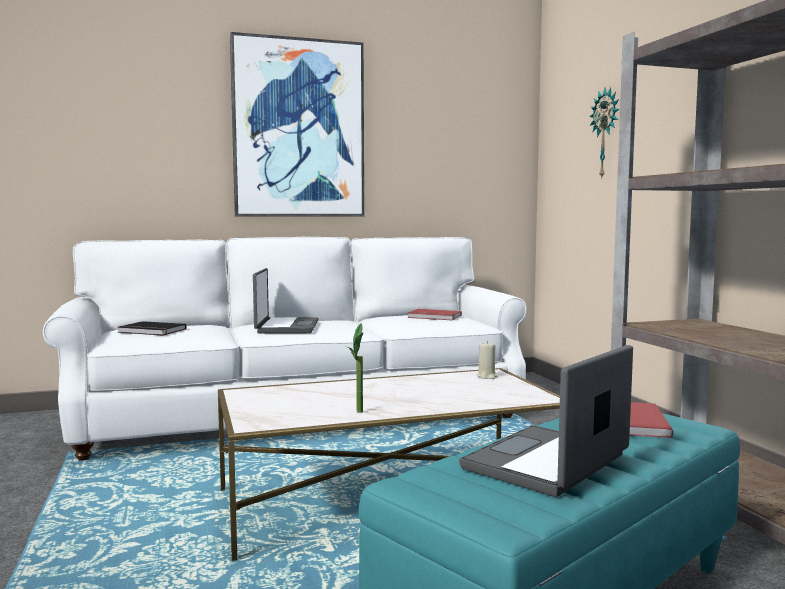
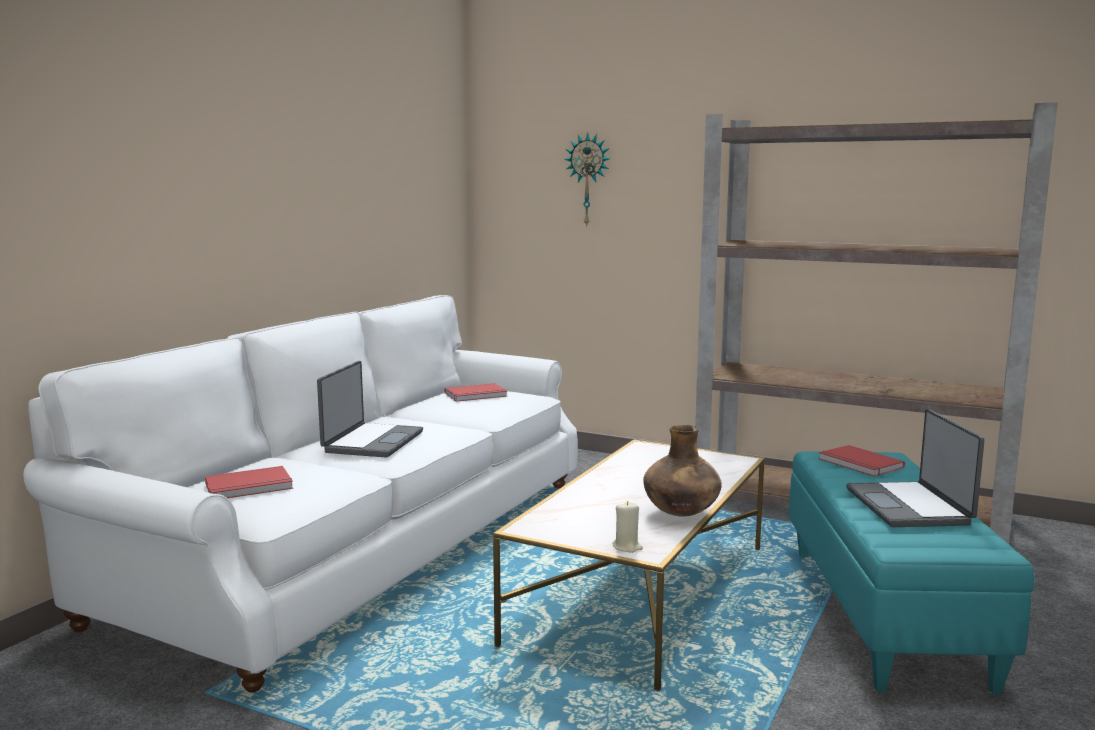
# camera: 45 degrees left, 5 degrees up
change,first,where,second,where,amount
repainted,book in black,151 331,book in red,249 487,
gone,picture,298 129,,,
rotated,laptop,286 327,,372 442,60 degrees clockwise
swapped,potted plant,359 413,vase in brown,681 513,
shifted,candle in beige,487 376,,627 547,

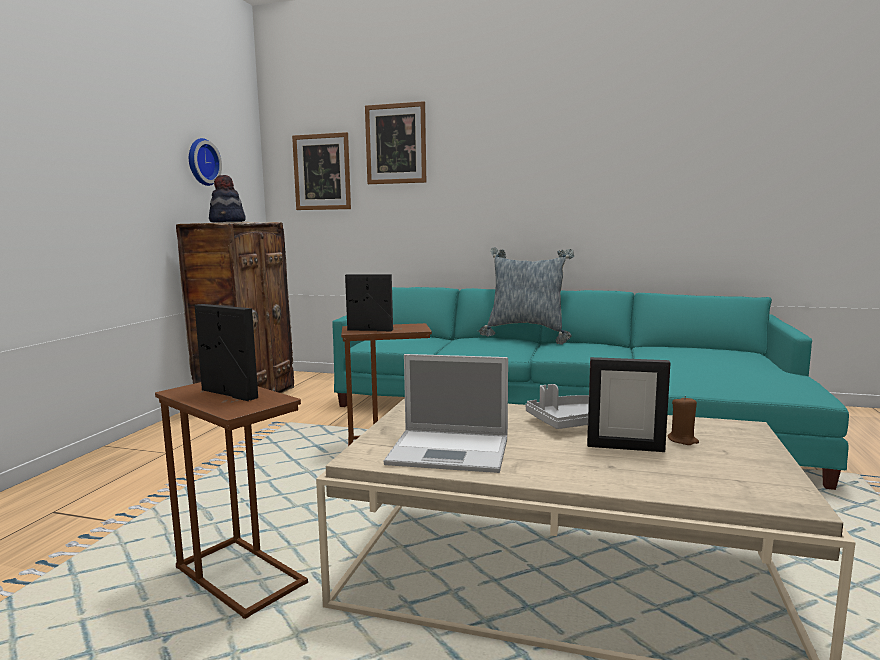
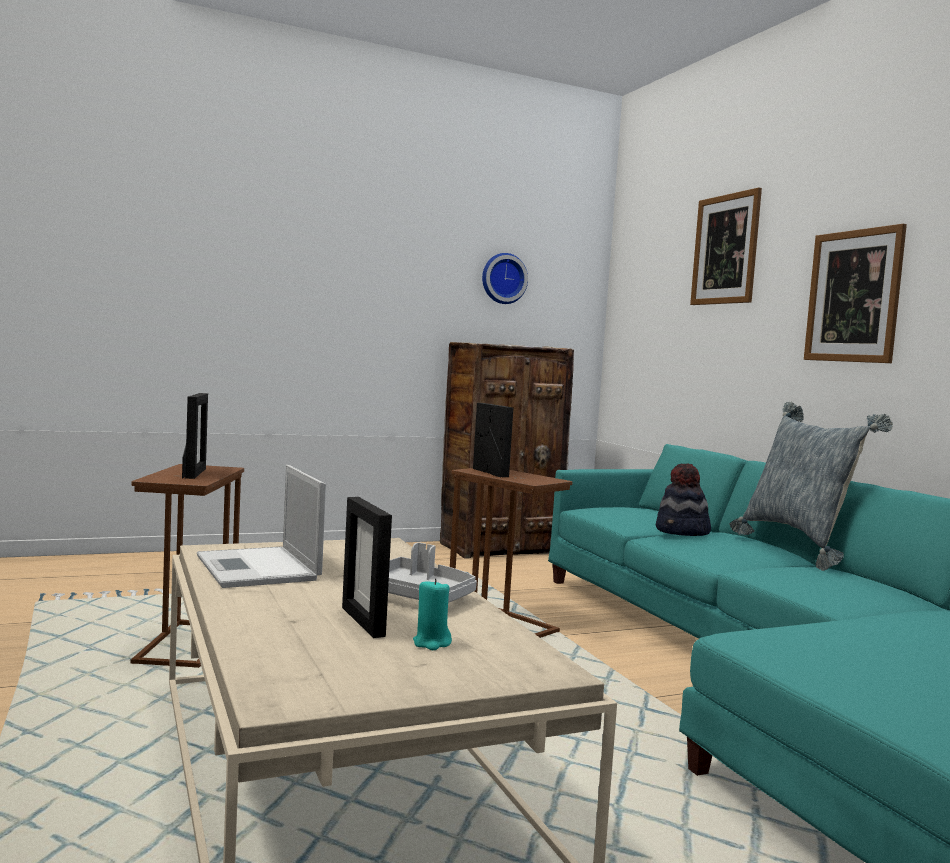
# camera: 50 degrees right, 5 degrees down
change,first,where,second,where,amount
shifted,hat,228 222,,682 532,
shifted,picture,322 172,,853 296,
repainted,candle in brown,682 440,candle in turquoise,431 643,

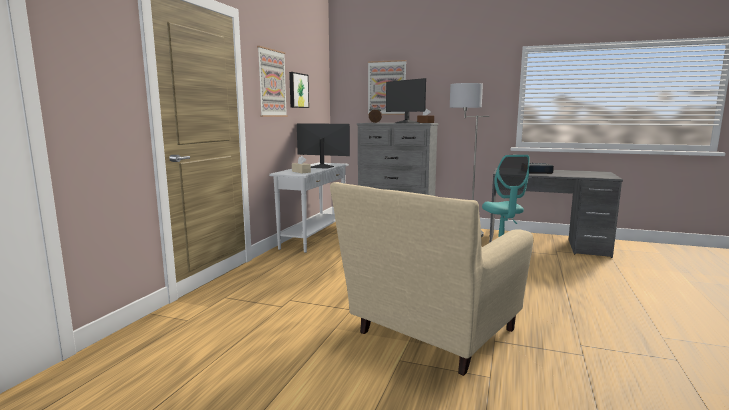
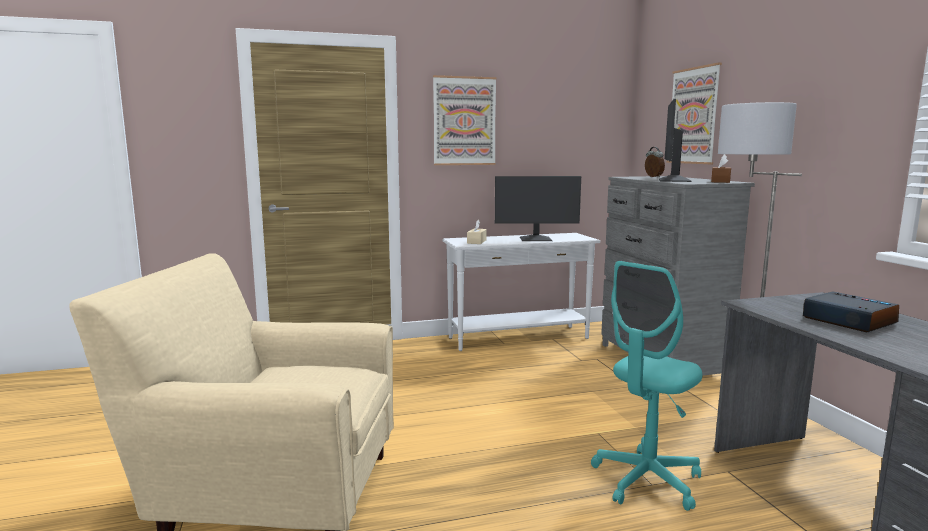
# camera: 55 degrees right, 0 degrees up
change,first,where,second,where,amount
gone,picture,298 90,,,
rotated,monitor,321 167,,536 239,105 degrees clockwise

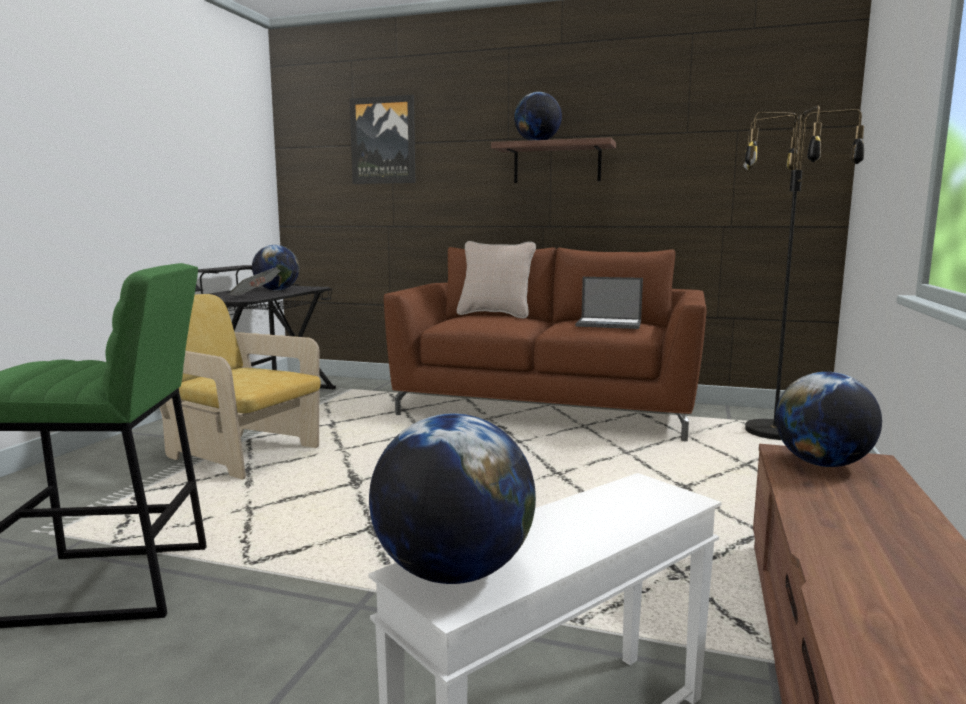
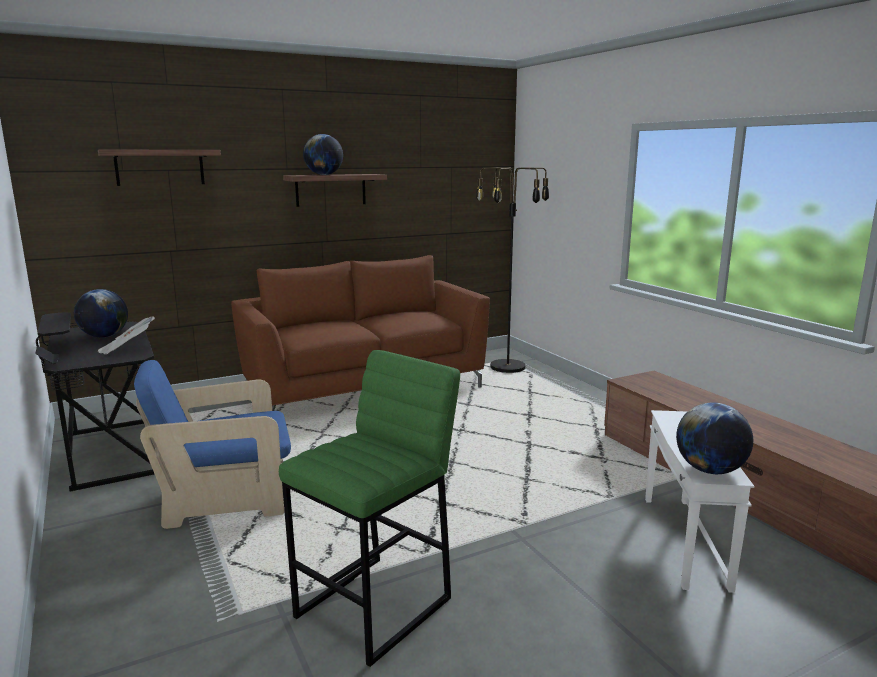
# camera: 45 degrees left, 5 degrees up
change,first,where,second,where,amount
repainted,armchair in yellow,241 454,armchair in blue,226 500,
swapped,picture,383 140,shelf,160 167,
gone,pillow in beige,495 315,,,
gone,laptop,610 324,,,
gone,globe,822 464,,,

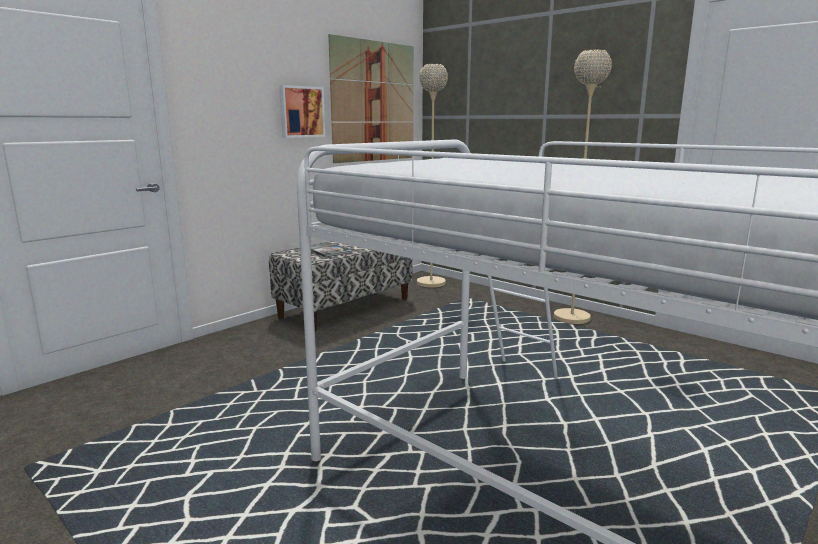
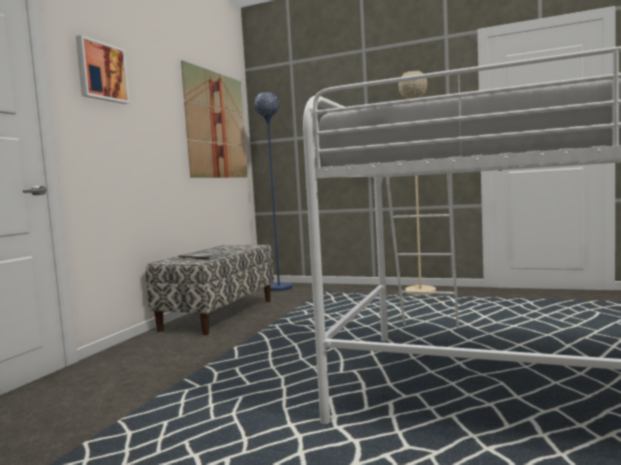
# camera: 20 degrees left, 10 degrees down
change,first,where,second,where,amount
shifted,picture,301 112,,101 72,
repainted,floor lamp in beige,431 283,floor lamp in blue,279 288,

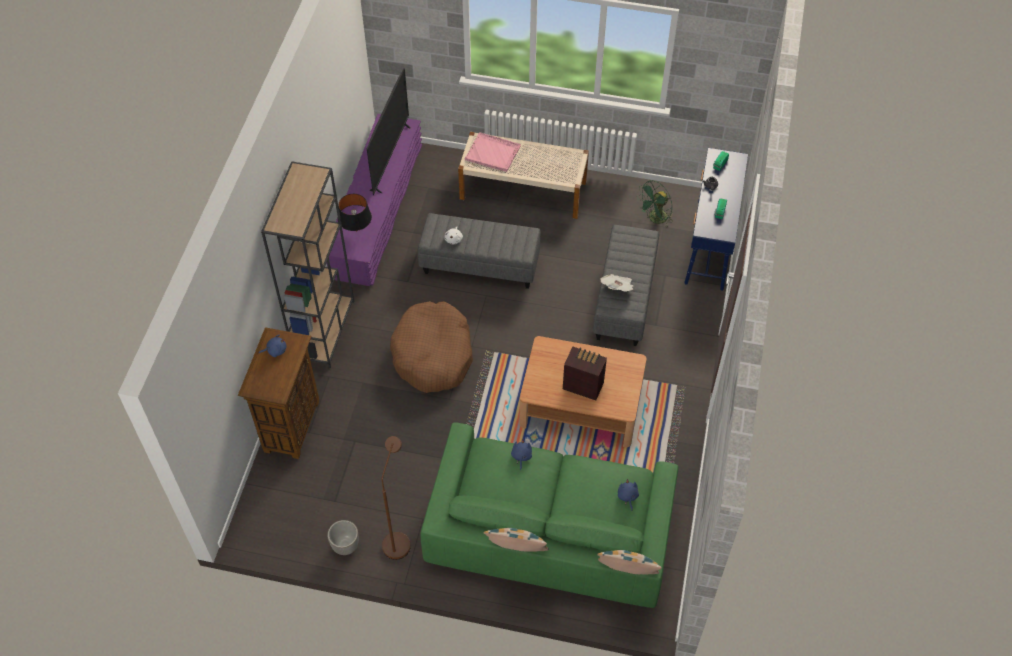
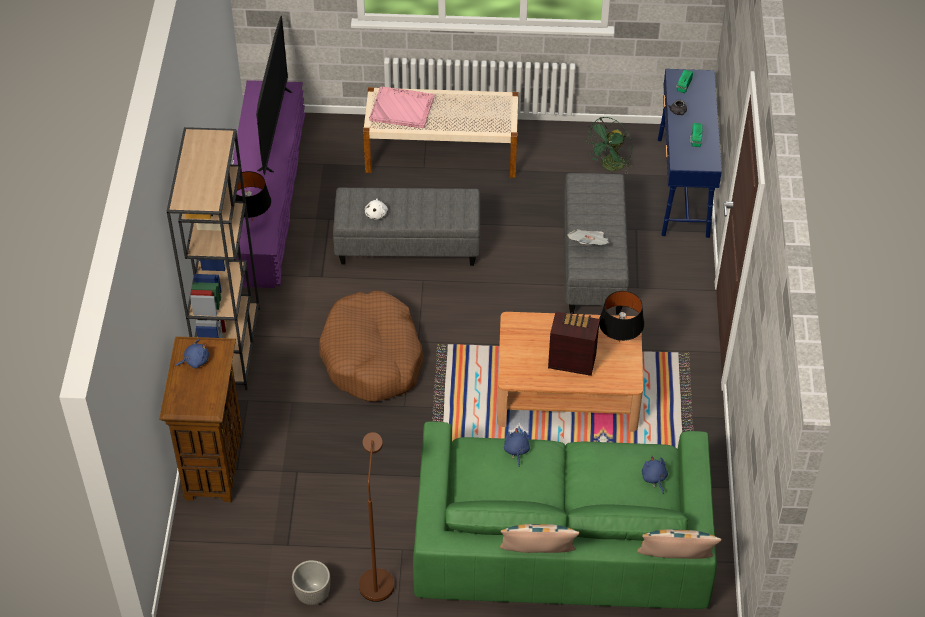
# camera: 10 degrees left, 5 degrees down
change,first,where,second,where,amount
new,,,table lamp in black,619 342,

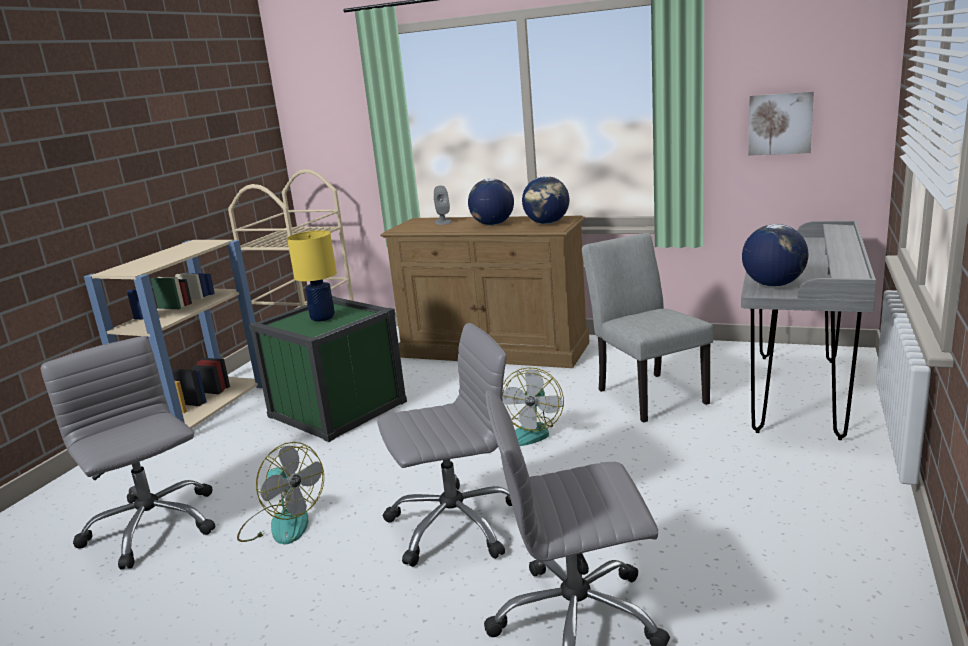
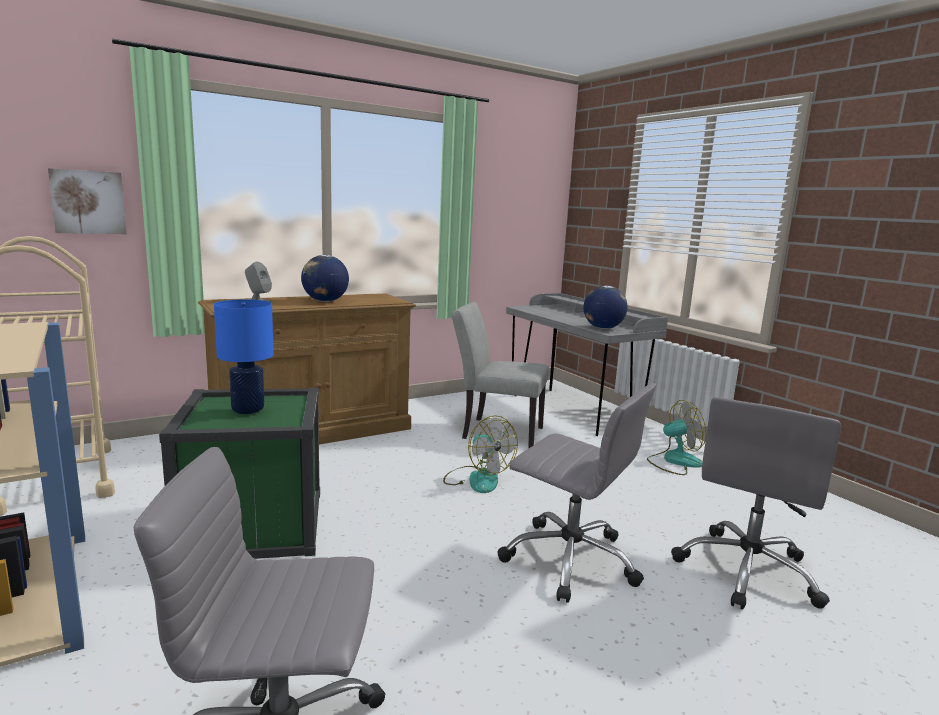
# camera: 55 degrees left, 5 degrees down
change,first,where,second,where,amount
shifted,fan,282 523,,674 461,
repainted,table lamp in yellow,323 319,table lamp in blue,248 411,
rotated,office chair in grey,455 524,,570 560,105 degrees clockwise
gone,globe,547 223,,,
shifted,picture,780 123,,88 202,

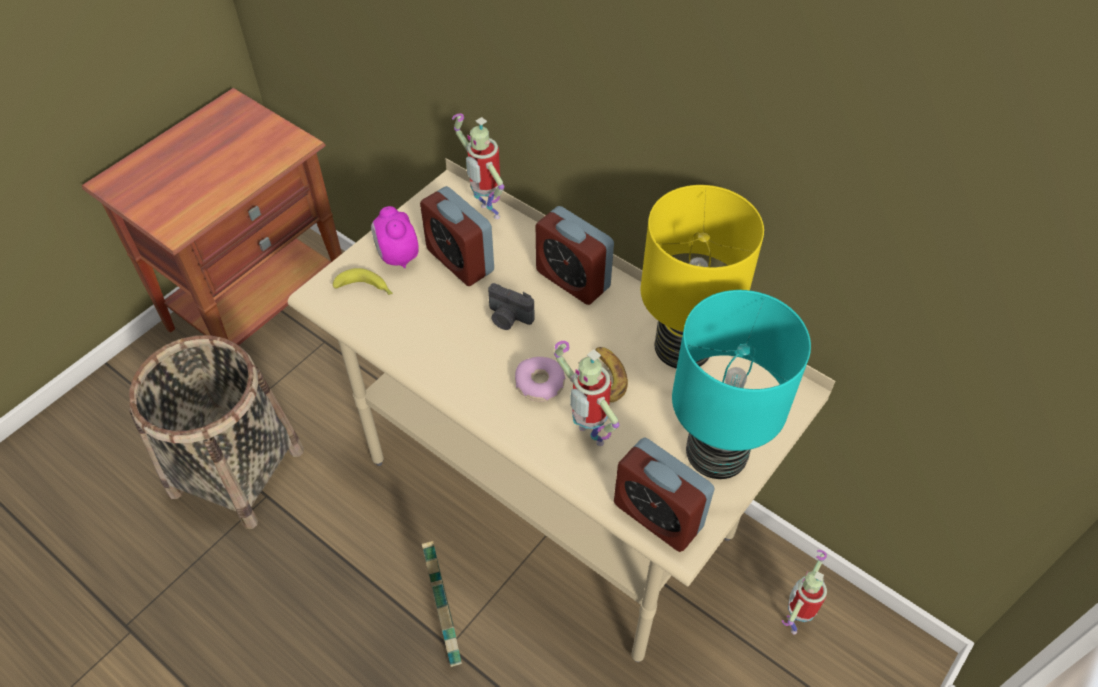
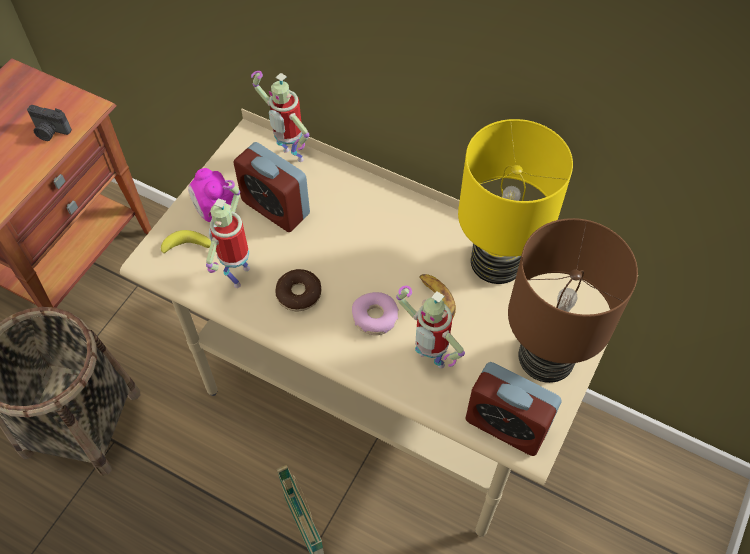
# camera: 10 degrees left, 5 degrees up
change,first,where,second,where,amount
shifted,photo camera,508 318,,50 132,
gone,alarm clock,573 279,,,
repainted,table lamp in turquoise,716 453,table lamp in brown,546 358,
shifted,toy robot,794 620,,238 274,
new,,,donut,299 294,

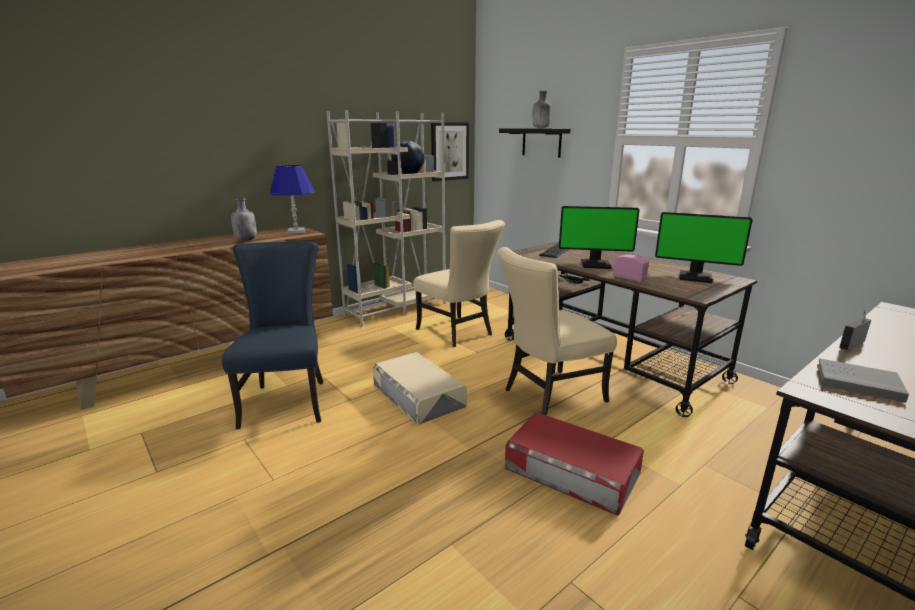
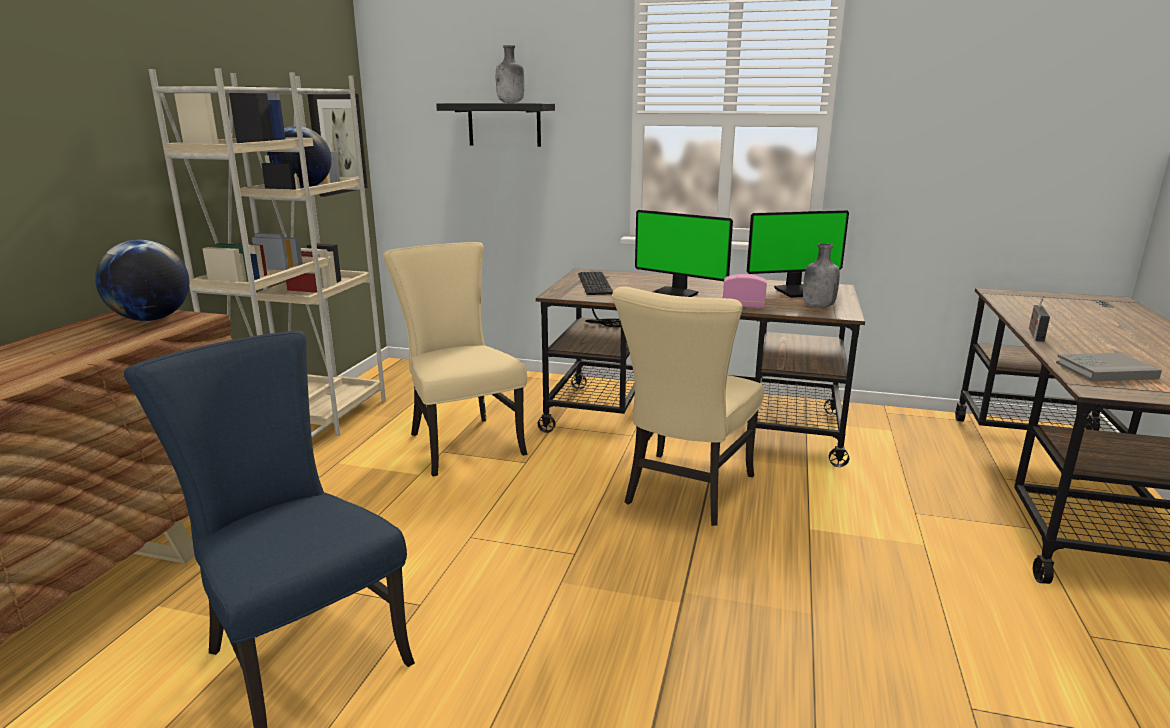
# camera: 35 degrees left, 0 degrees up
change,first,where,second,where,amount
shifted,bottle in grey,246 240,,817 306,
swapped,table lamp in blue,296 231,globe,152 319,
gone,storage box in beige,418 395,,,
rotated,chair in beige,458 333,,461 441,135 degrees counterclockwise
gone,storage box in red,572 470,,,
rotated,monitor,596 264,,674 294,60 degrees clockwise

